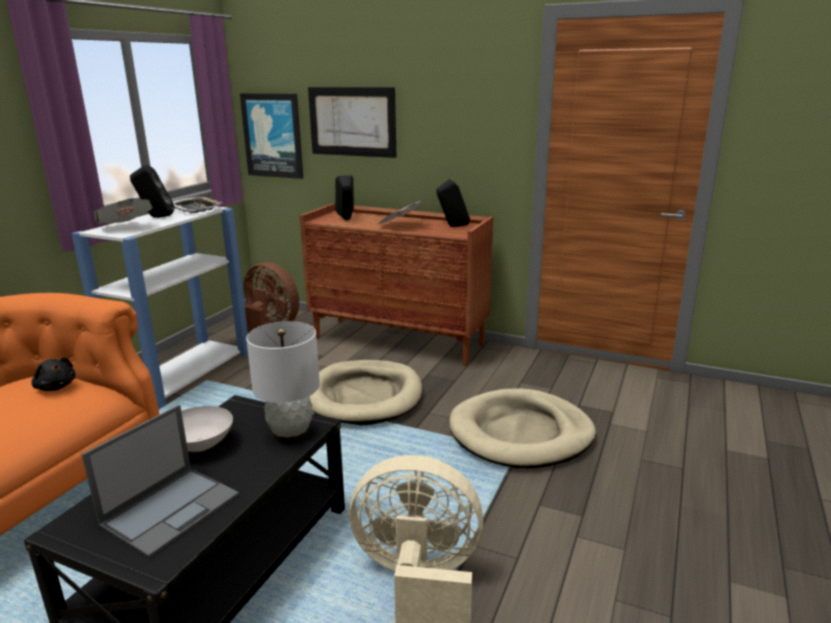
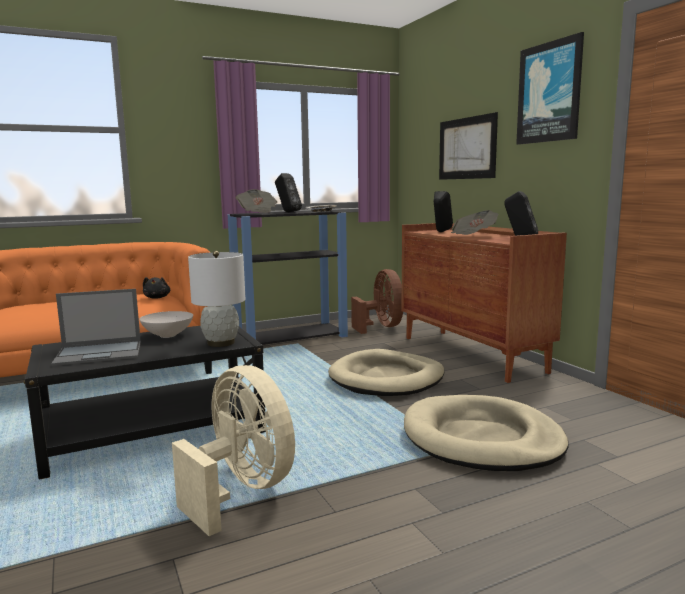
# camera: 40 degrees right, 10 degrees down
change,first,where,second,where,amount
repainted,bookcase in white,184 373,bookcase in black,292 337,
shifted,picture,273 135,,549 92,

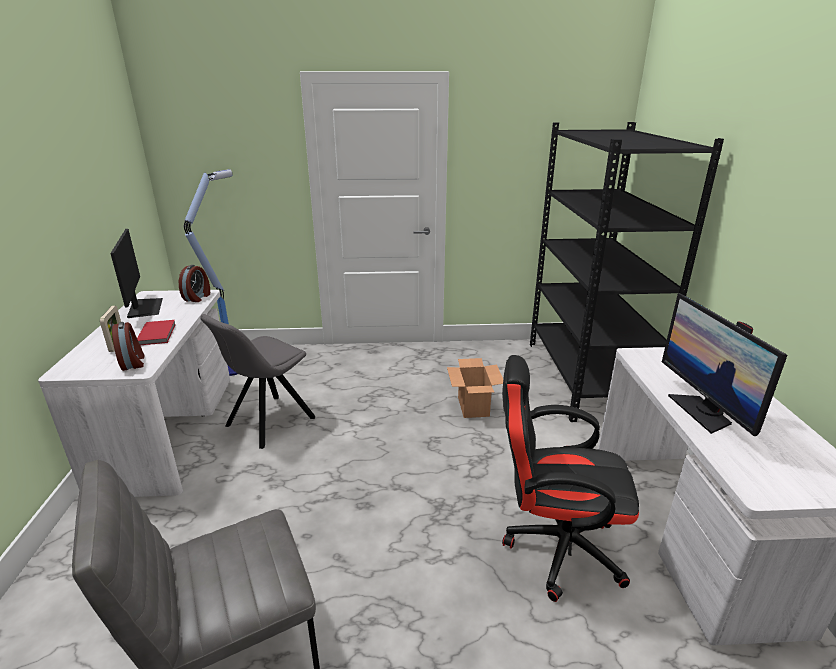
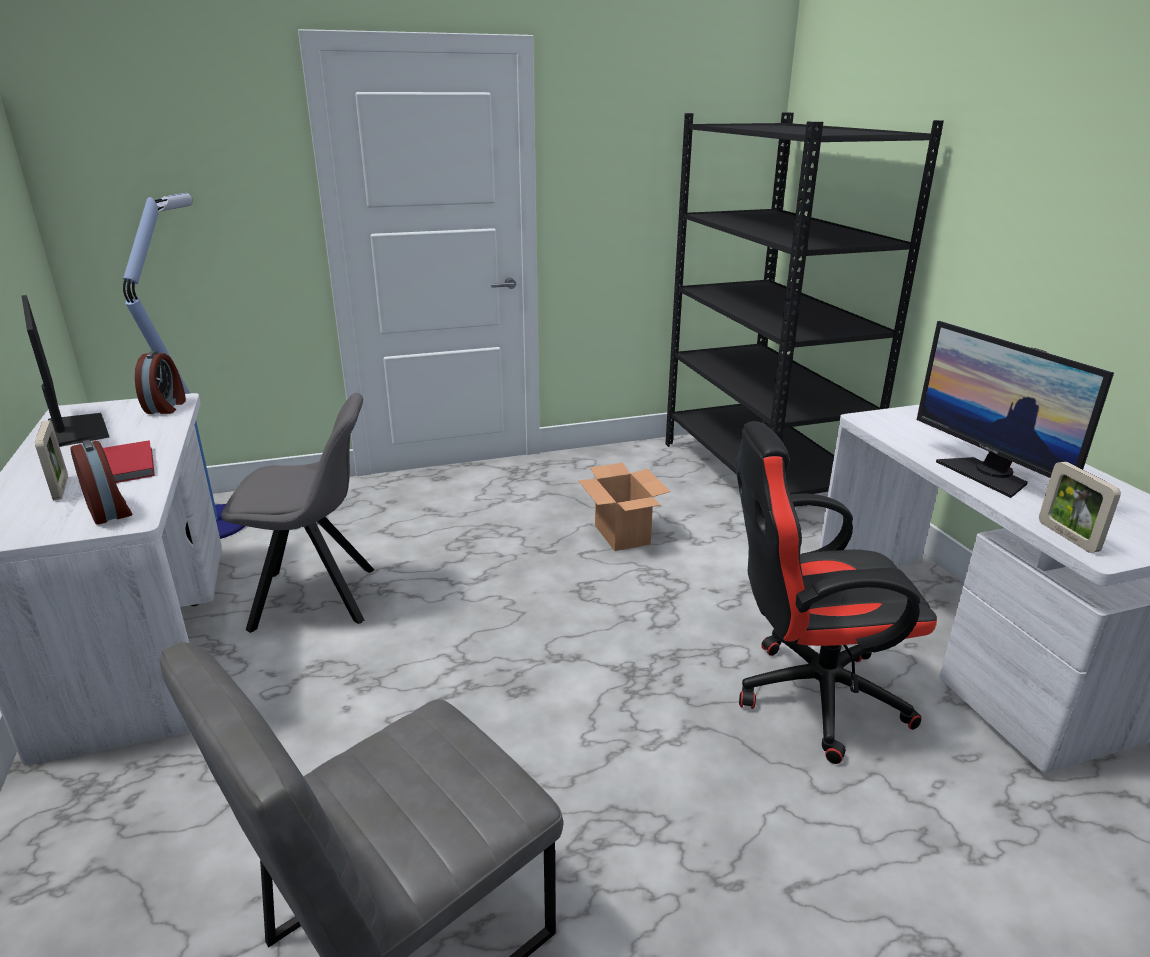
# camera: 15 degrees left, 0 degrees up
change,first,where,second,where,amount
rotated,chair in grey,269 422,,315 598,120 degrees counterclockwise
new,,,picture frame,1067 537,

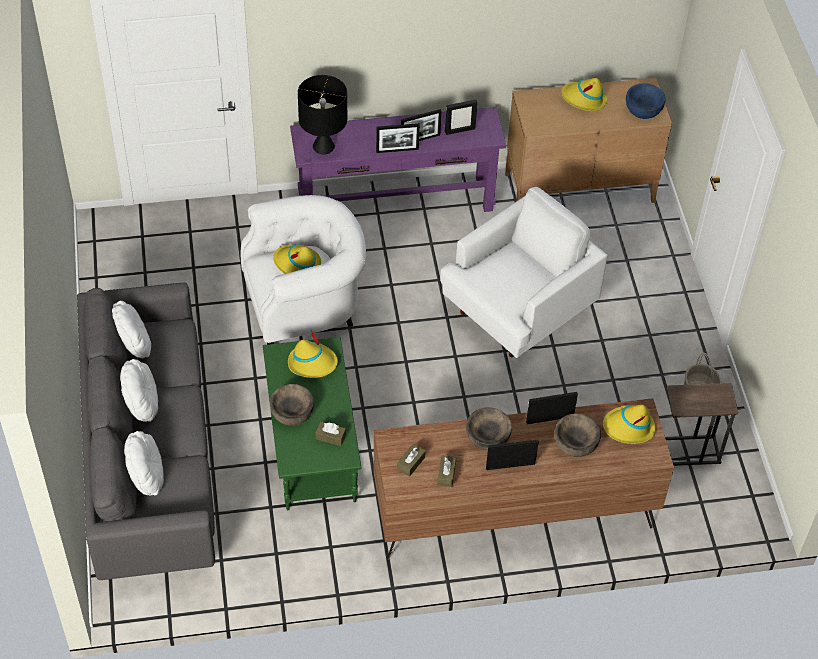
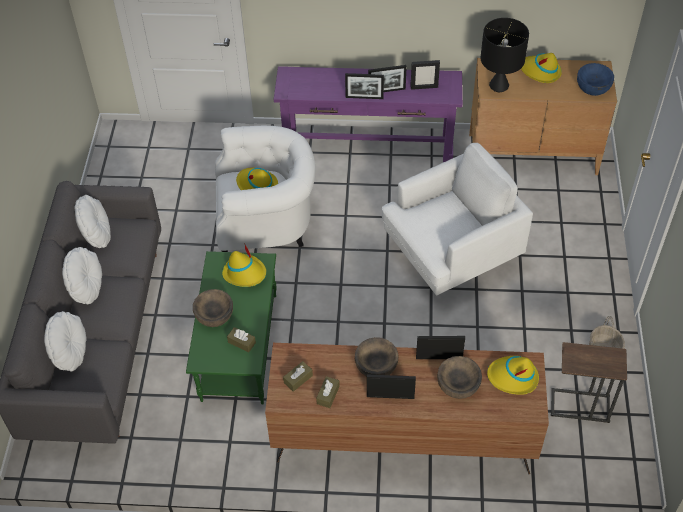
# camera: 15 degrees right, 0 degrees up
change,first,where,second,where,amount
shifted,table lamp in black,323 148,,498 87,

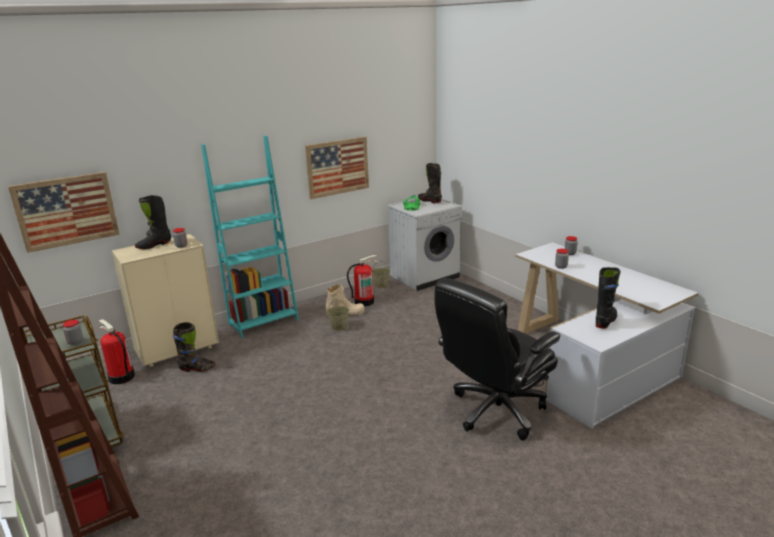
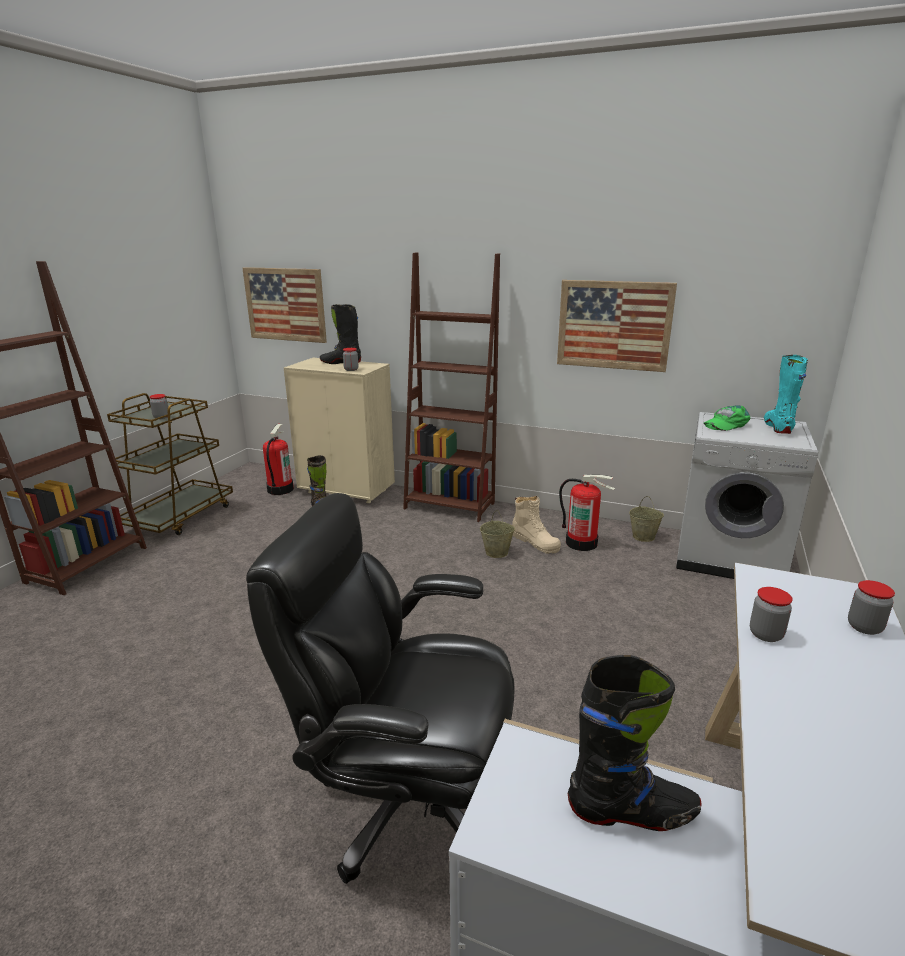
# camera: 55 degrees right, 0 degrees up
change,first,where,second,where,amount
repainted,bookcase in turquoise,263 322,bookcase in brown,449 505,
repainted,boot in black,429 201,boot in turquoise,778 427,

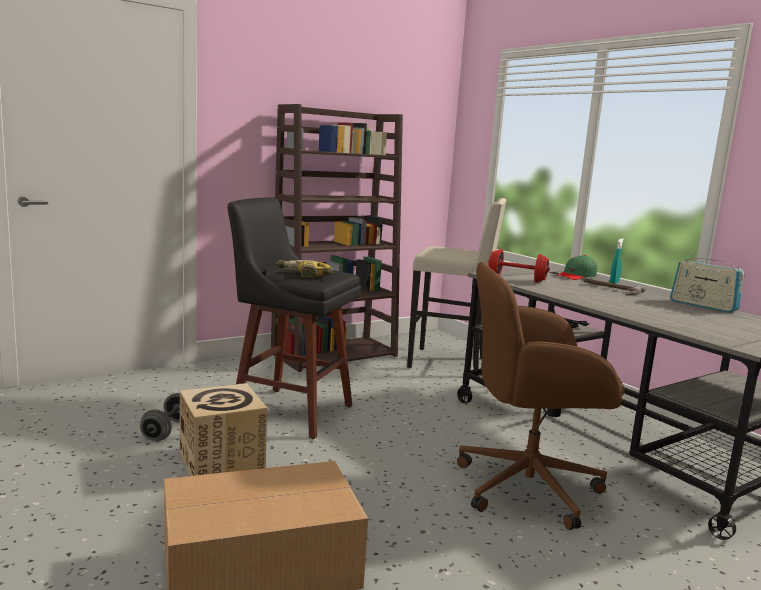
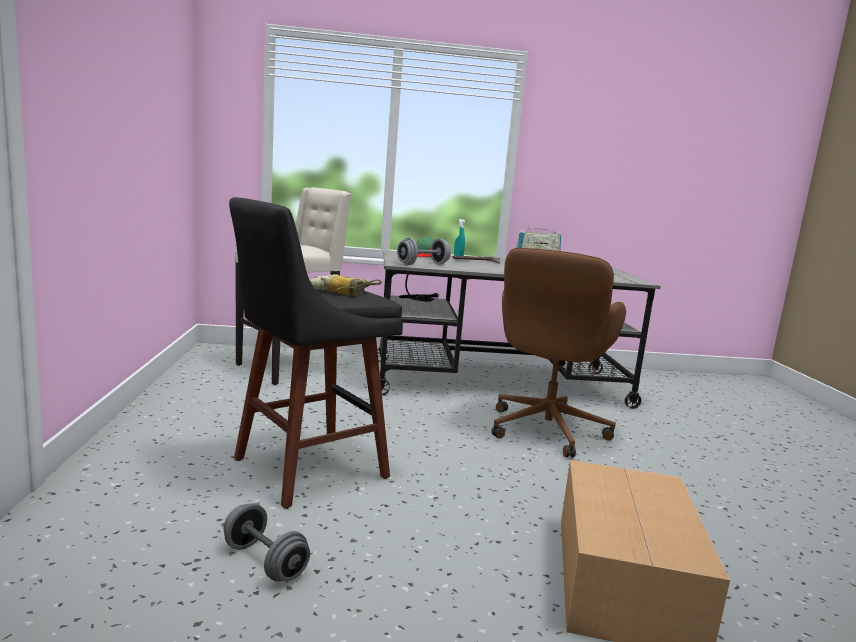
# camera: 60 degrees left, 0 degrees up
change,first,where,second,where,amount
gone,cardboard box,221 463,,,
gone,bookcase in brown,335 354,,,
repainted,dumbbell in red,517 279,dumbbell in grey,423 264,

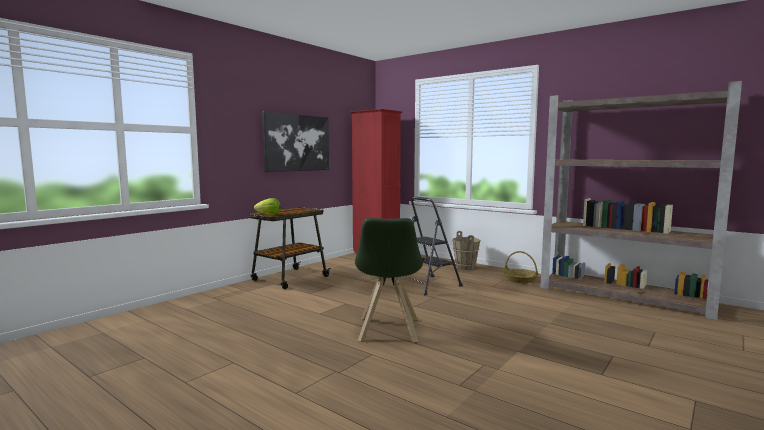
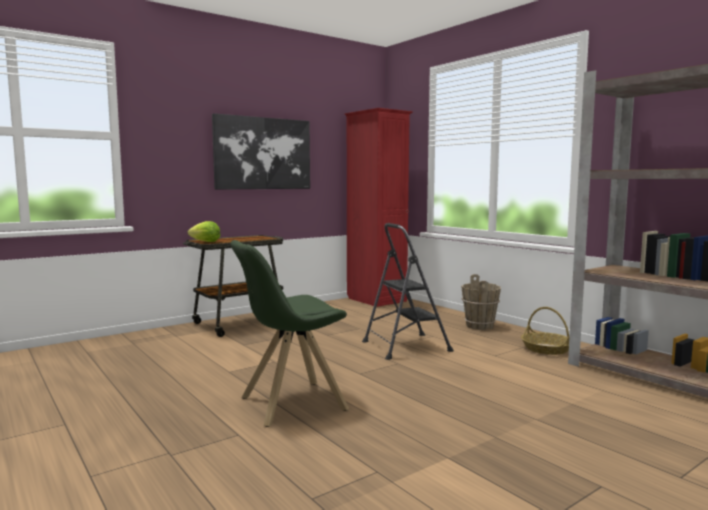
# camera: 15 degrees right, 0 degrees up
change,first,where,second,where,amount
rotated,chair in green,388 330,,292 403,45 degrees clockwise

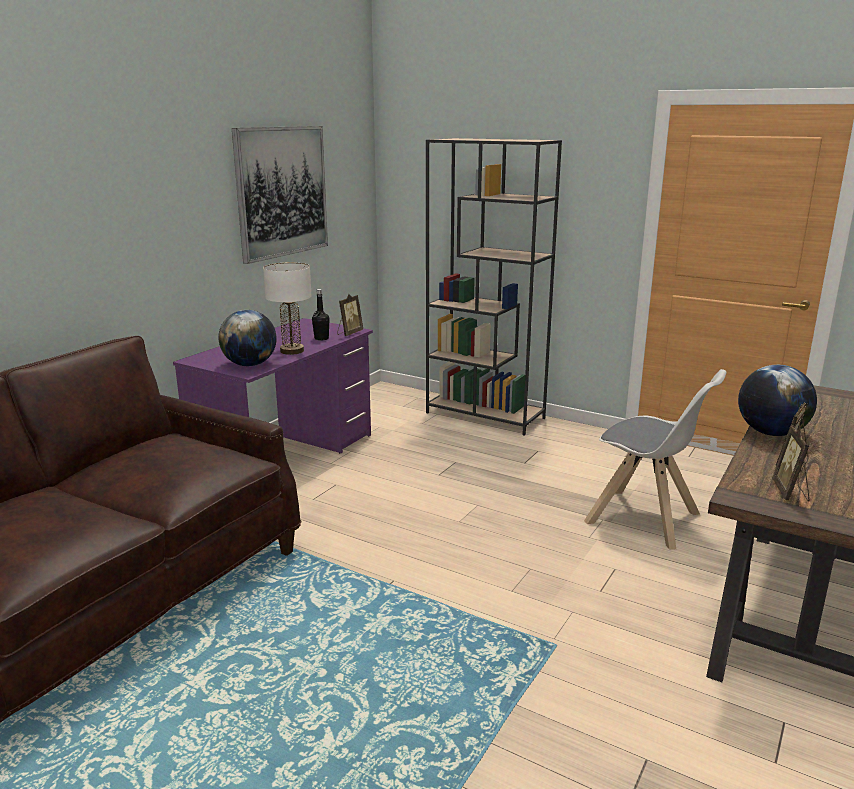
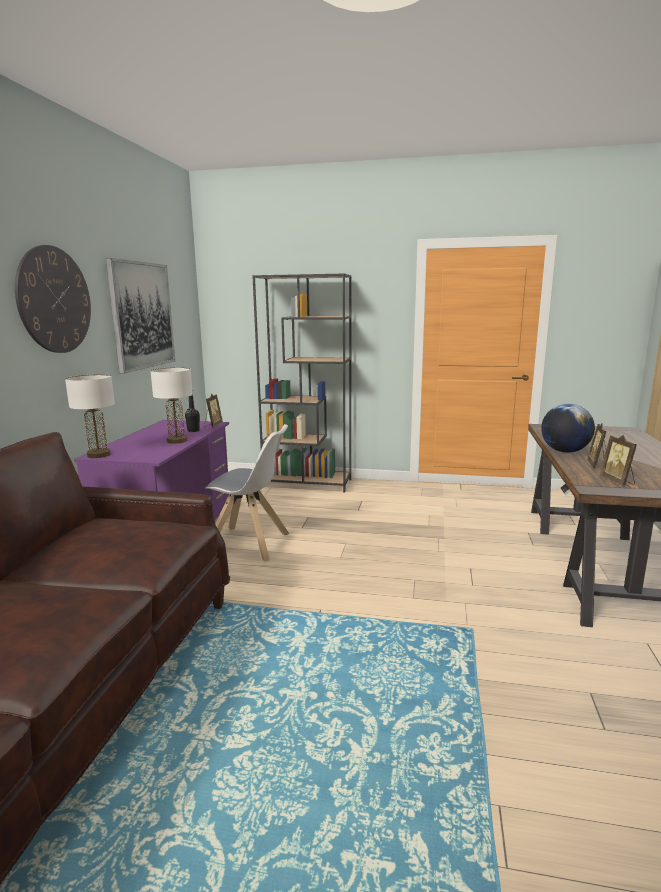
# camera: 20 degrees left, 5 degrees down
change,first,where,second,where,amount
gone,globe,250 364,,,
shifted,chair,646 519,,250 544,
new,,,wall clock,54 300,
new,,,table lamp,98 455,

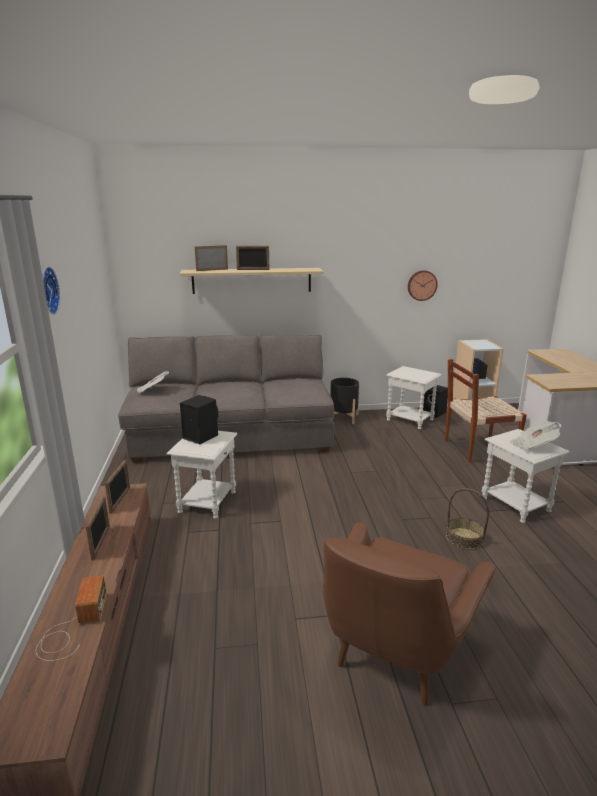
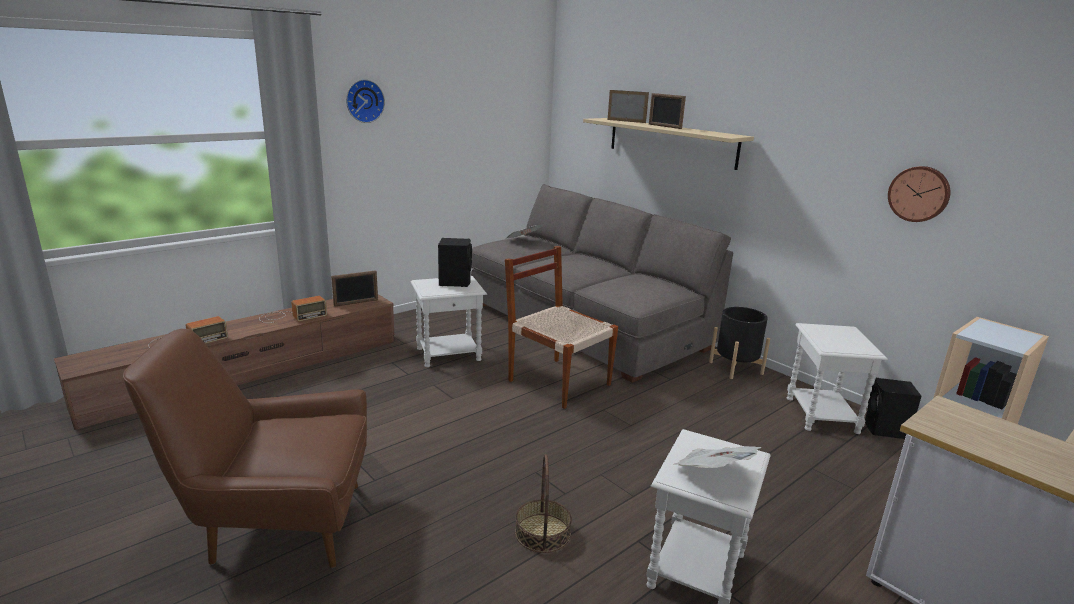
# camera: 55 degrees right, 0 degrees up
change,first,where,second,where,amount
swapped,picture frame,101 543,radio,290 316,
shifted,chair,477 448,,557 382,

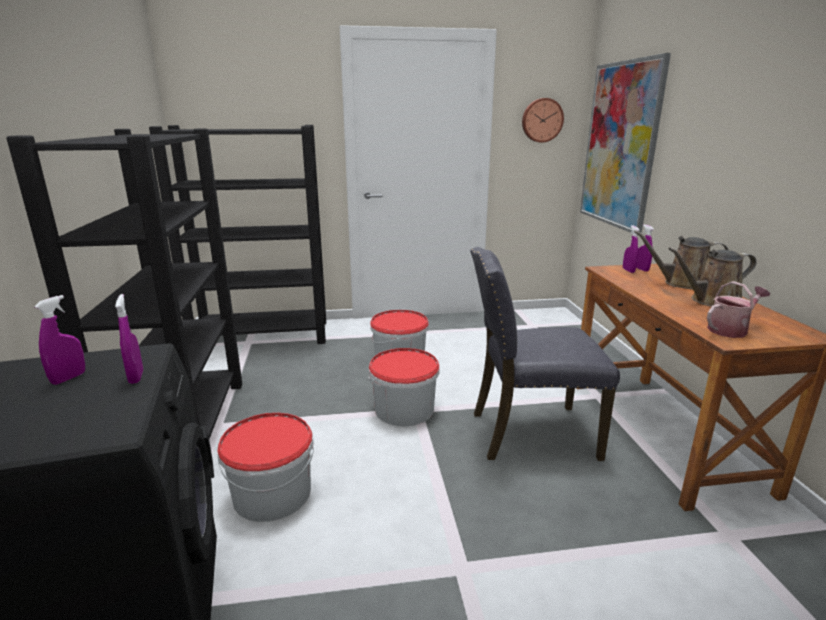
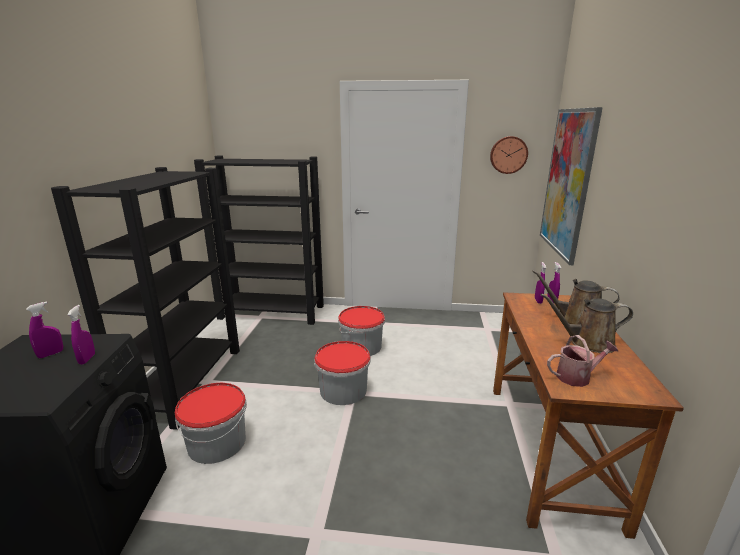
# camera: 15 degrees right, 0 degrees up
change,first,where,second,where,amount
gone,chair in grey,529 433,,,

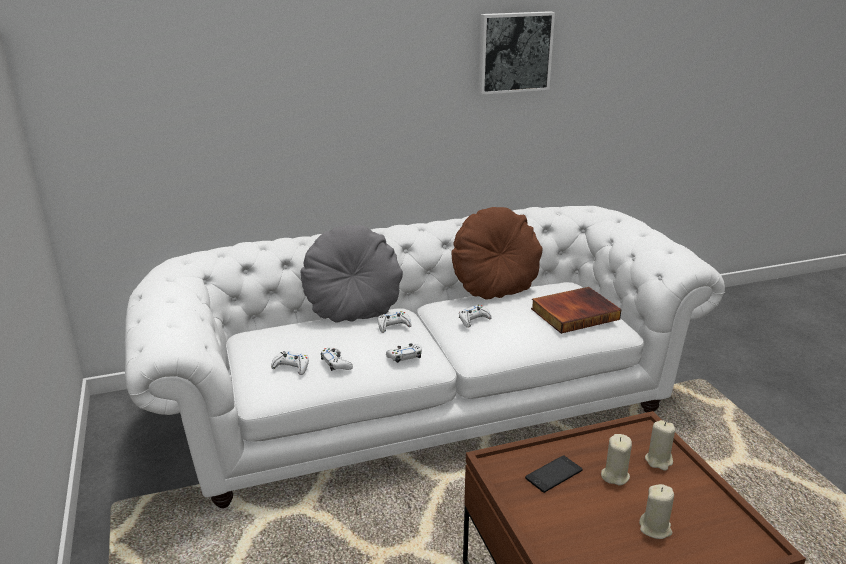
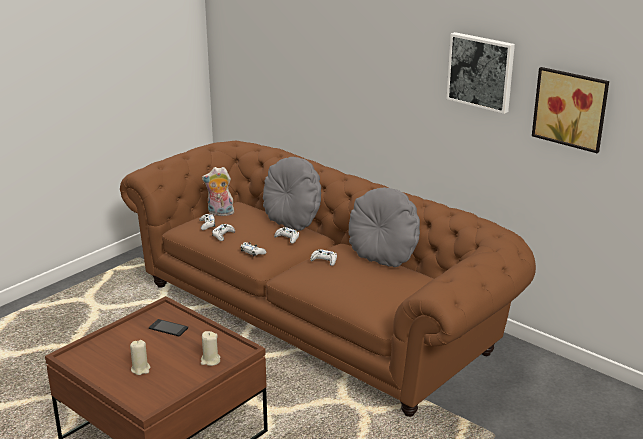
# camera: 60 degrees right, 0 degrees up
change,first,where,second,where,amount
repainted,sofa in white,423 400,sofa in brown,321 313,
repainted,pillow in brown,495 291,pillow in grey,383 258,
gone,book,574 313,,,
gone,candle in beige,614 476,,,
new,,,plush toy,220 213,
new,,,picture,571 108,

